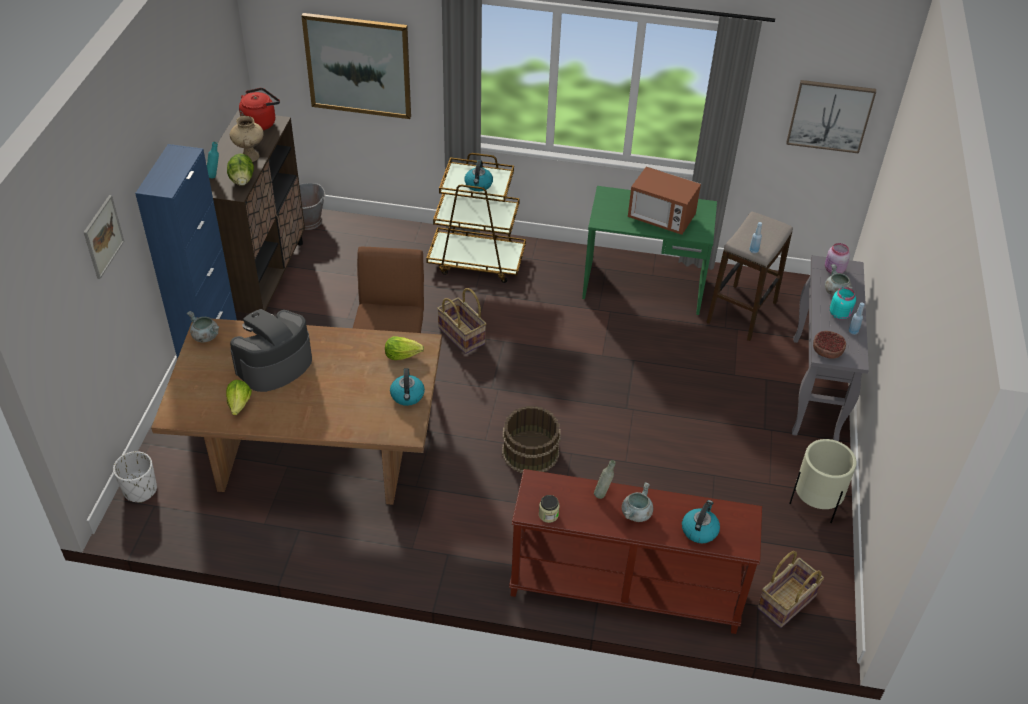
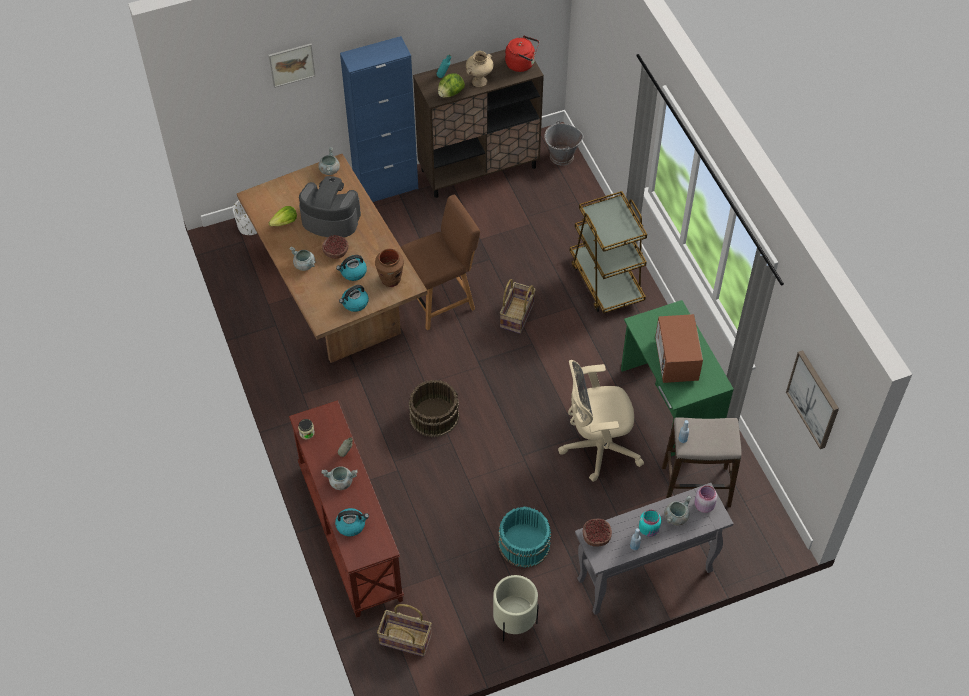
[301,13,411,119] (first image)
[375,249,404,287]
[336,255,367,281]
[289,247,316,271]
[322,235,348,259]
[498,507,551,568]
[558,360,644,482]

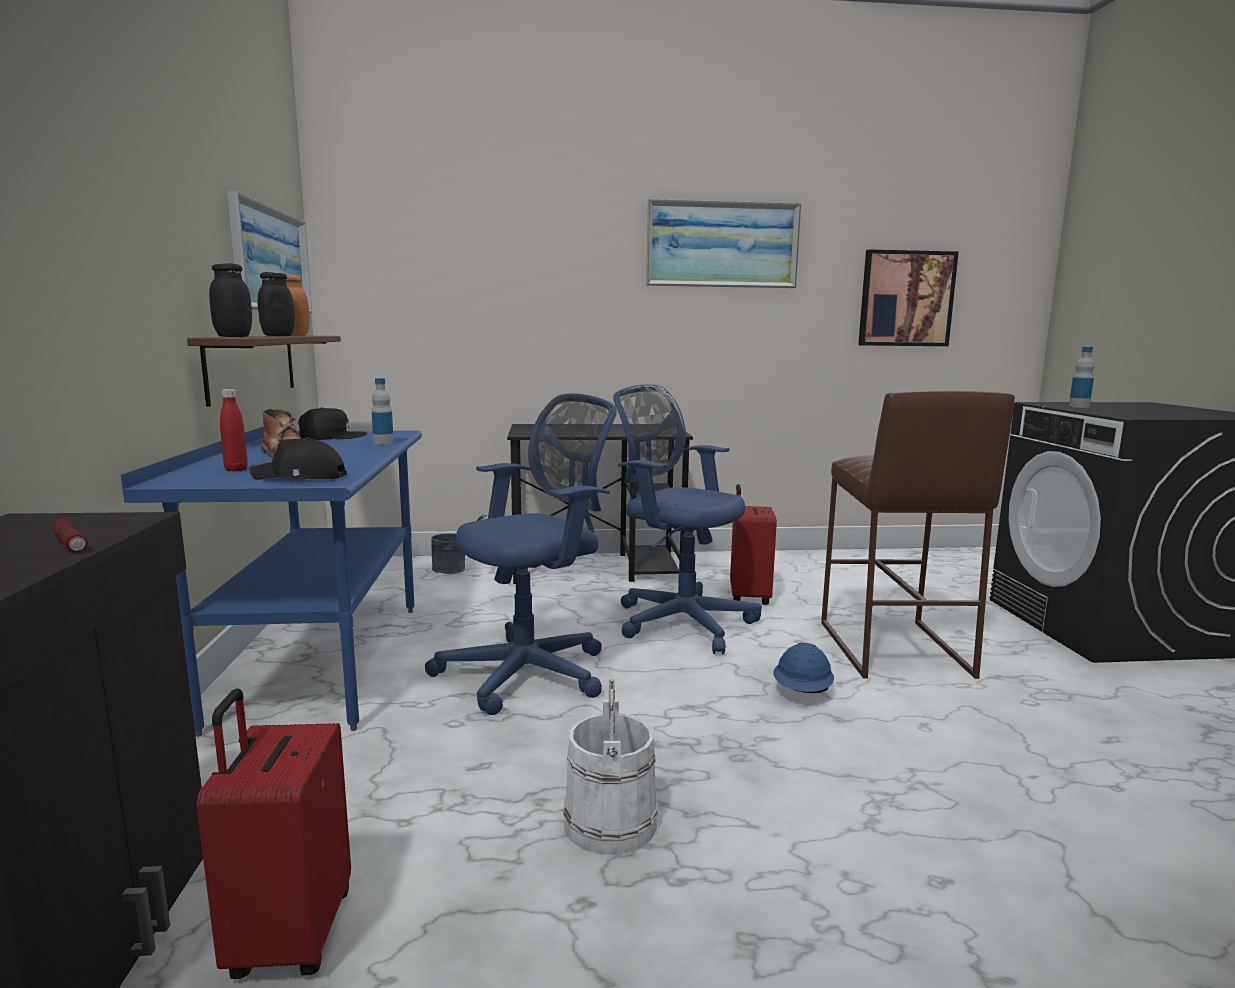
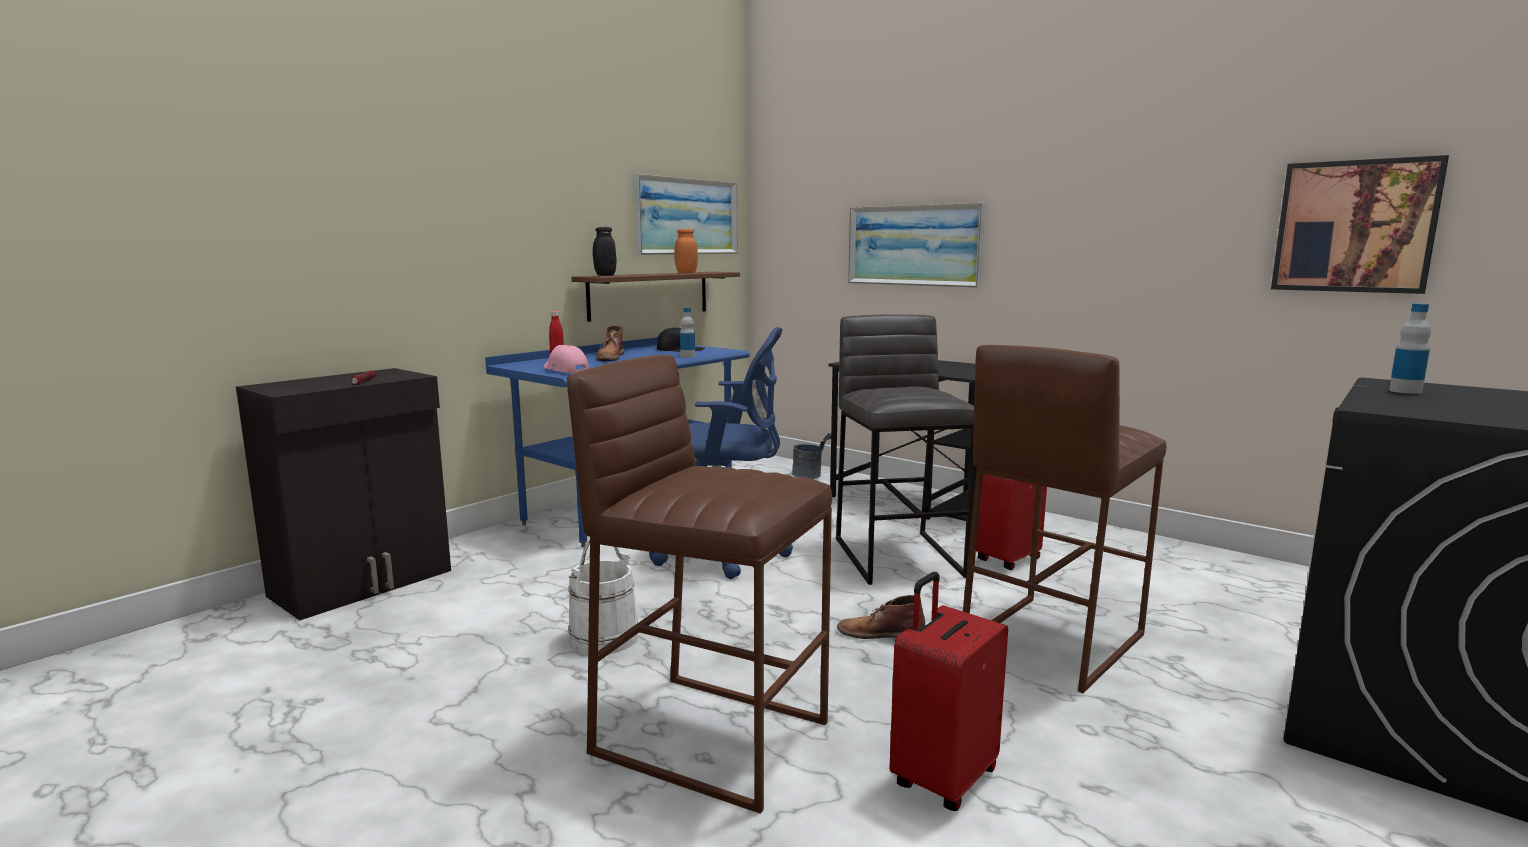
[889,572,1008,811]
[544,345,589,373]
[258,272,295,336] (first image)
[836,314,975,585]
[848,203,985,288]
[837,595,925,639]
[567,355,832,814]

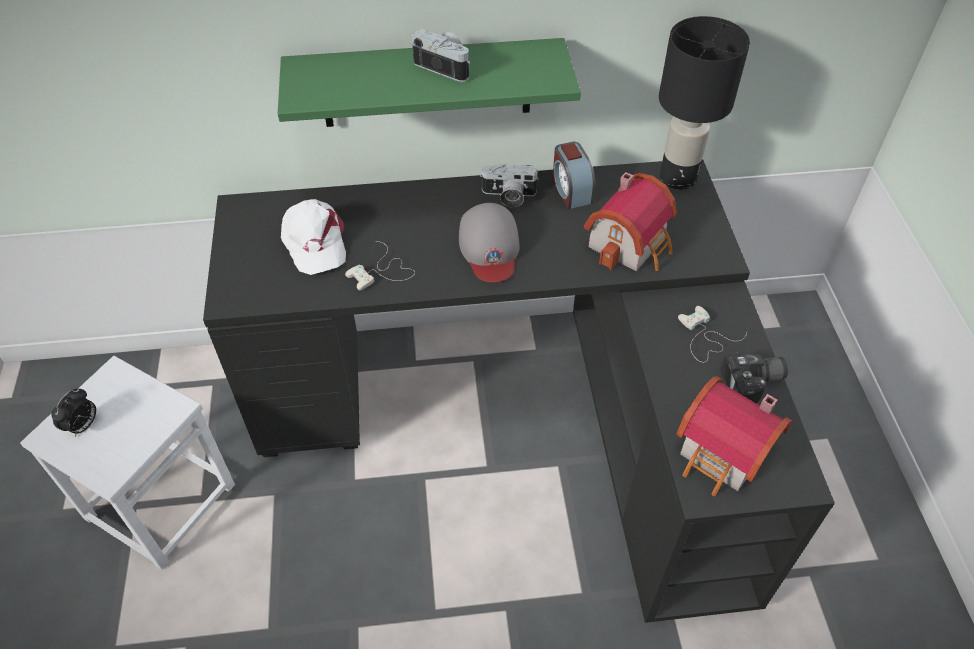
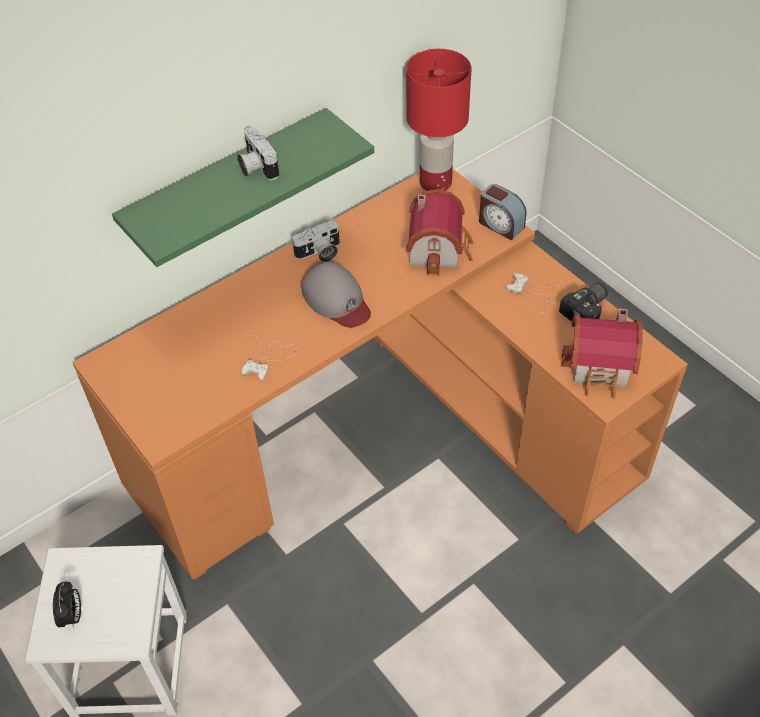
[72,169,688,580]
[281,199,346,275] (first image)
[237,127,279,180]
[479,184,526,240]
[406,49,471,191]

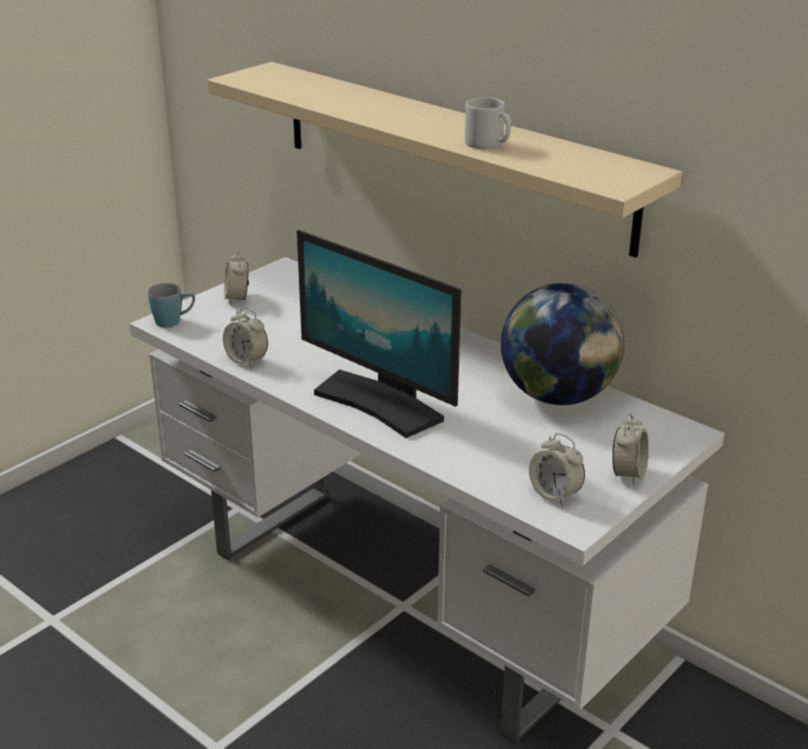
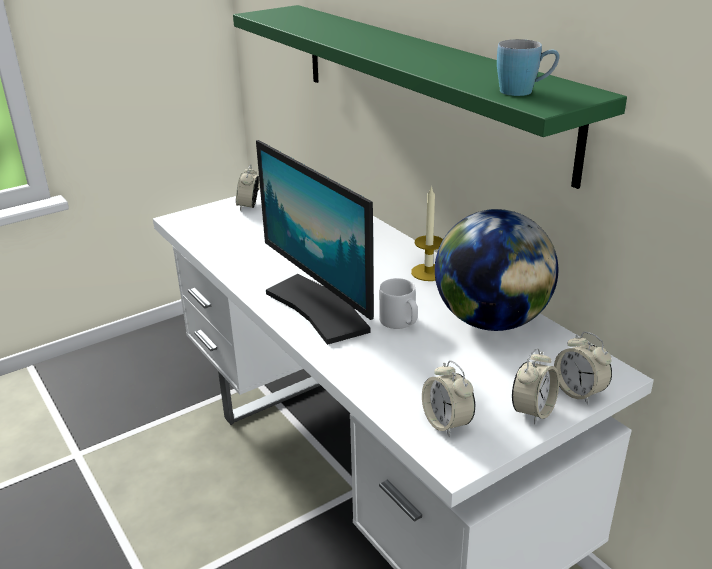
[497,39,559,96]
[233,5,627,189]
[554,331,612,405]
[379,278,418,329]
[411,185,443,281]

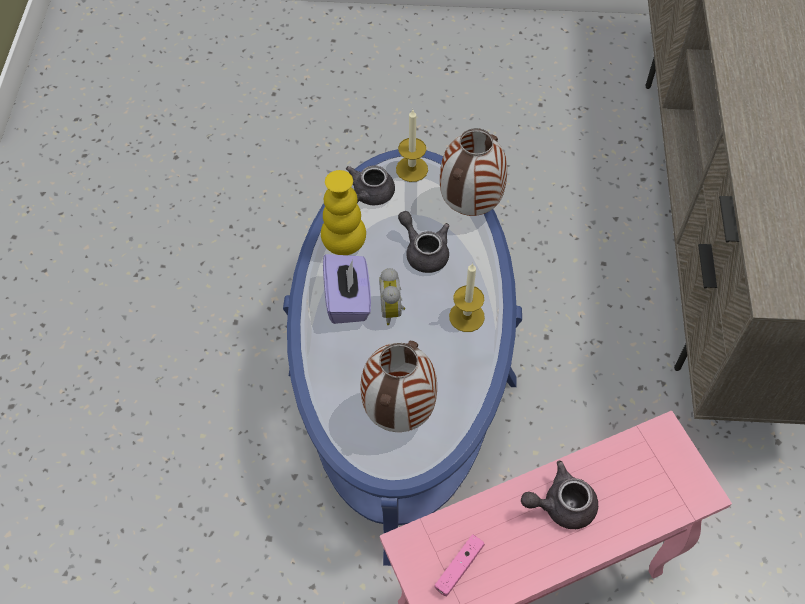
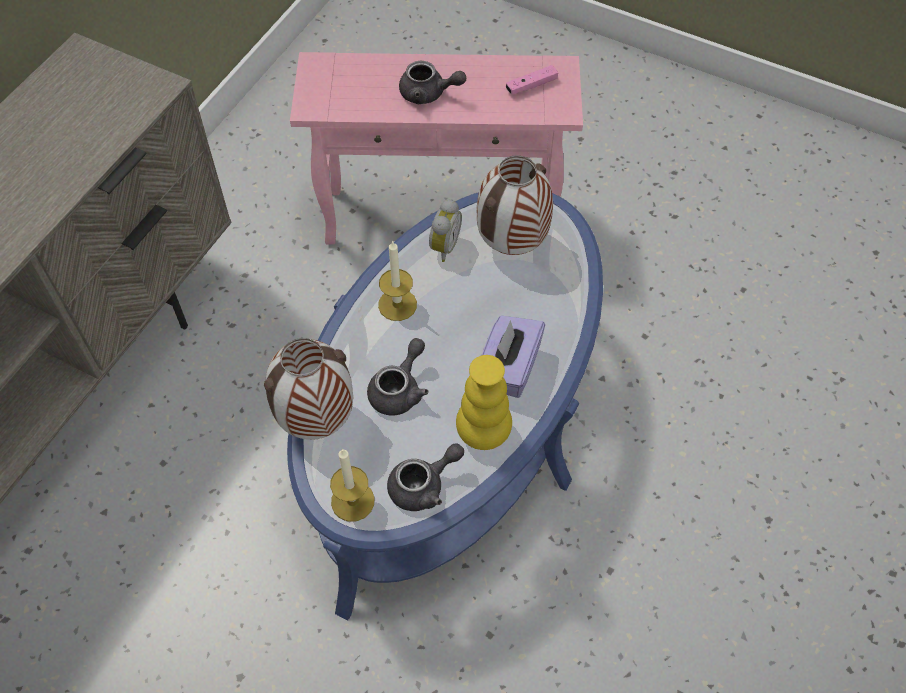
[429,199,462,262]
[367,338,429,416]

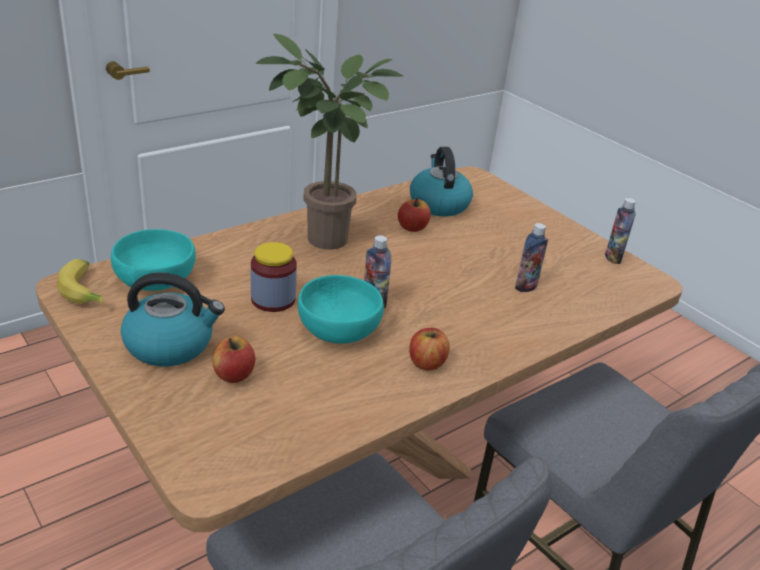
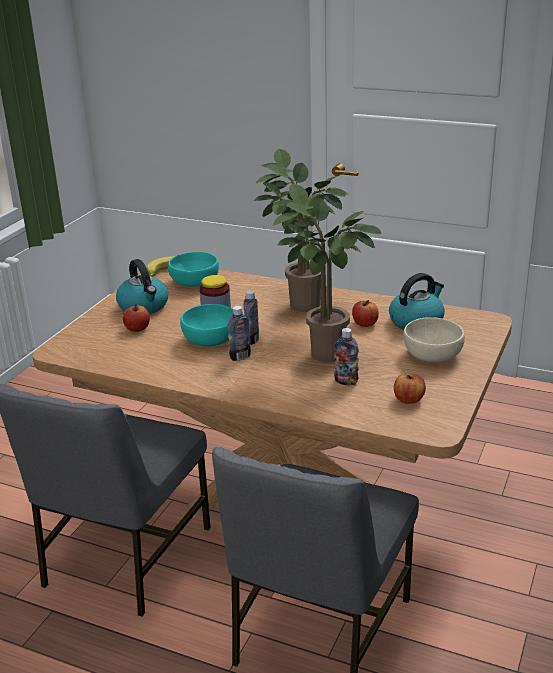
[394,373,426,404]
[228,306,251,361]
[273,184,381,362]
[403,317,465,362]

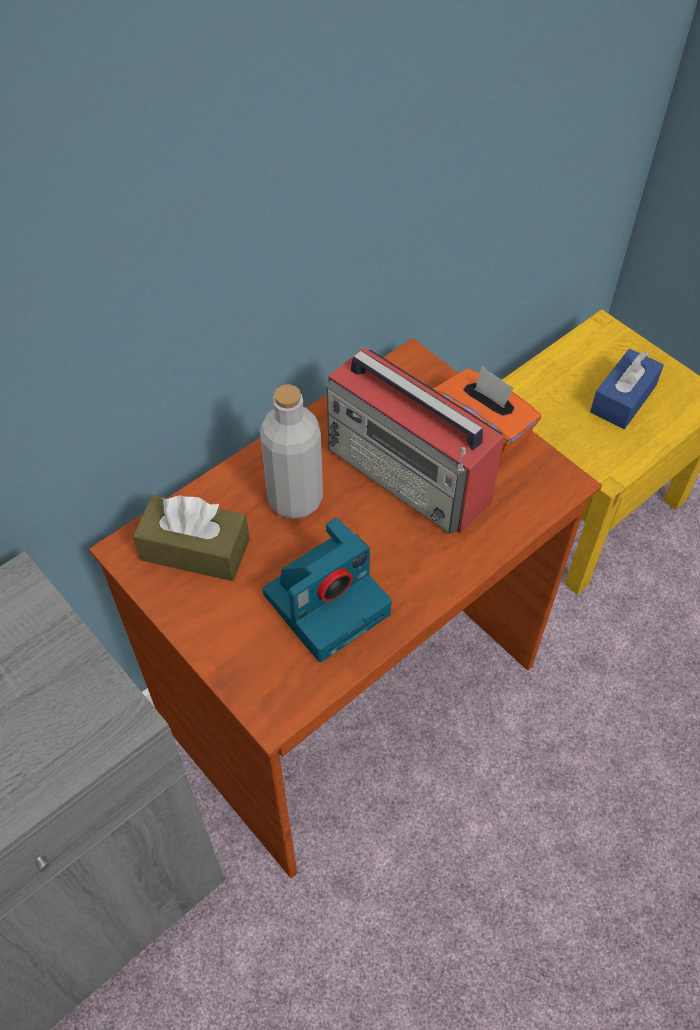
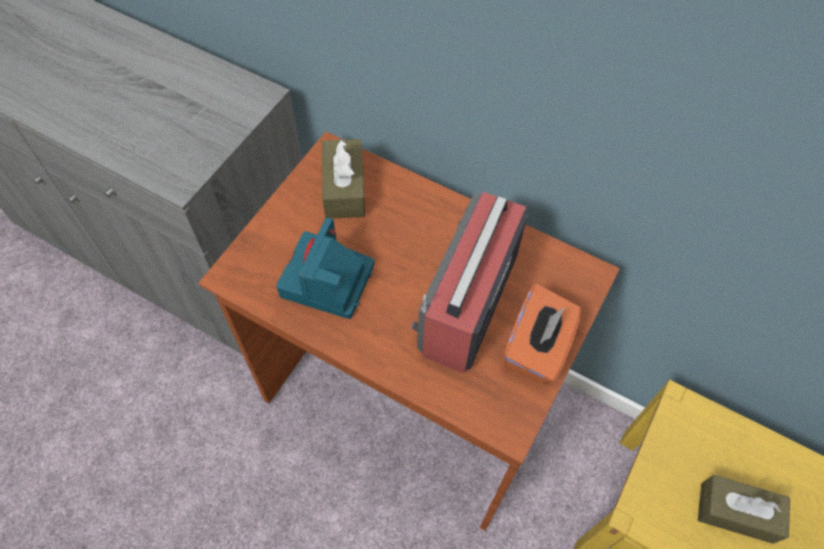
[260,384,323,519] (first image)
[276,217,374,319]
[698,475,790,544]

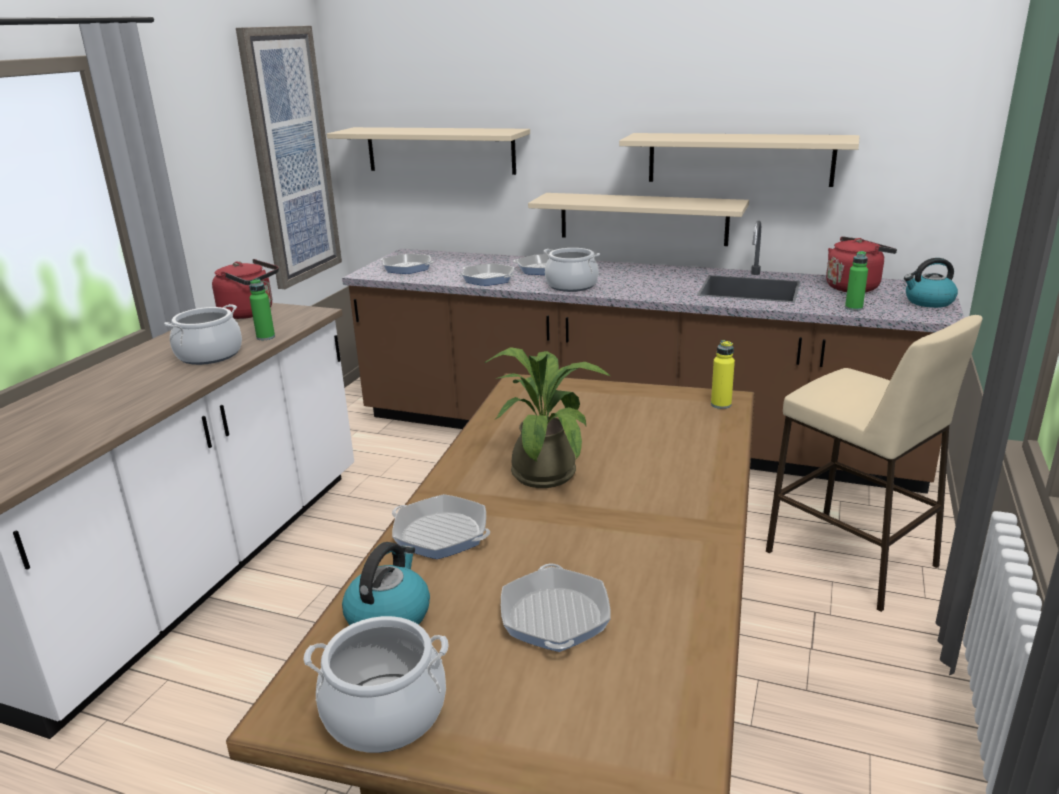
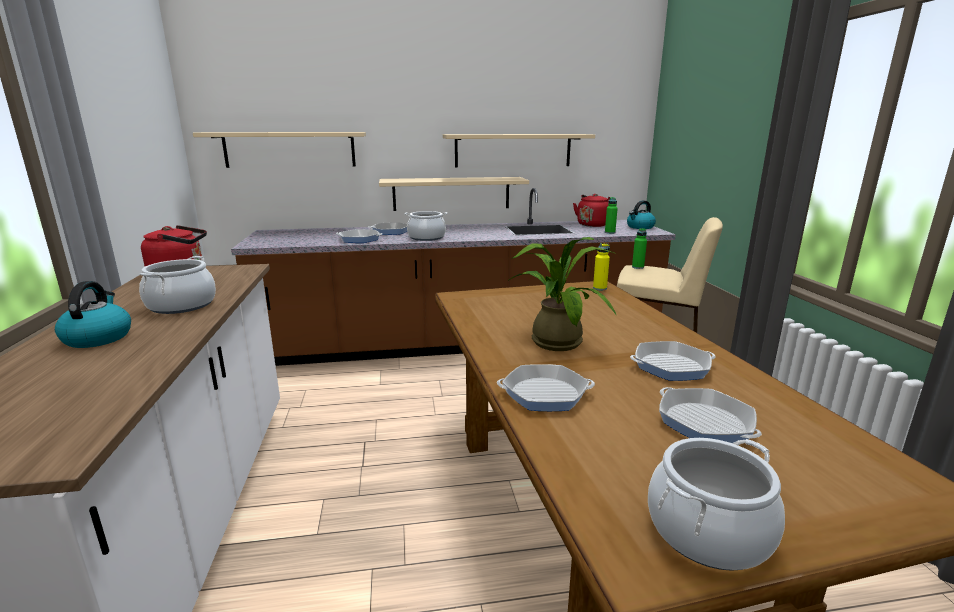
[236,26,342,289] (first image)
[632,228,647,269]
[55,281,131,348]
[630,341,716,381]

